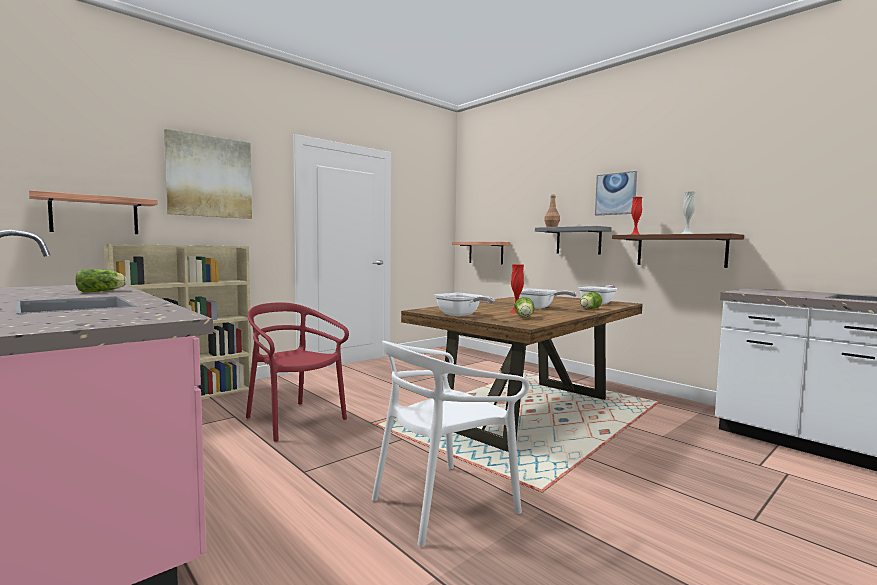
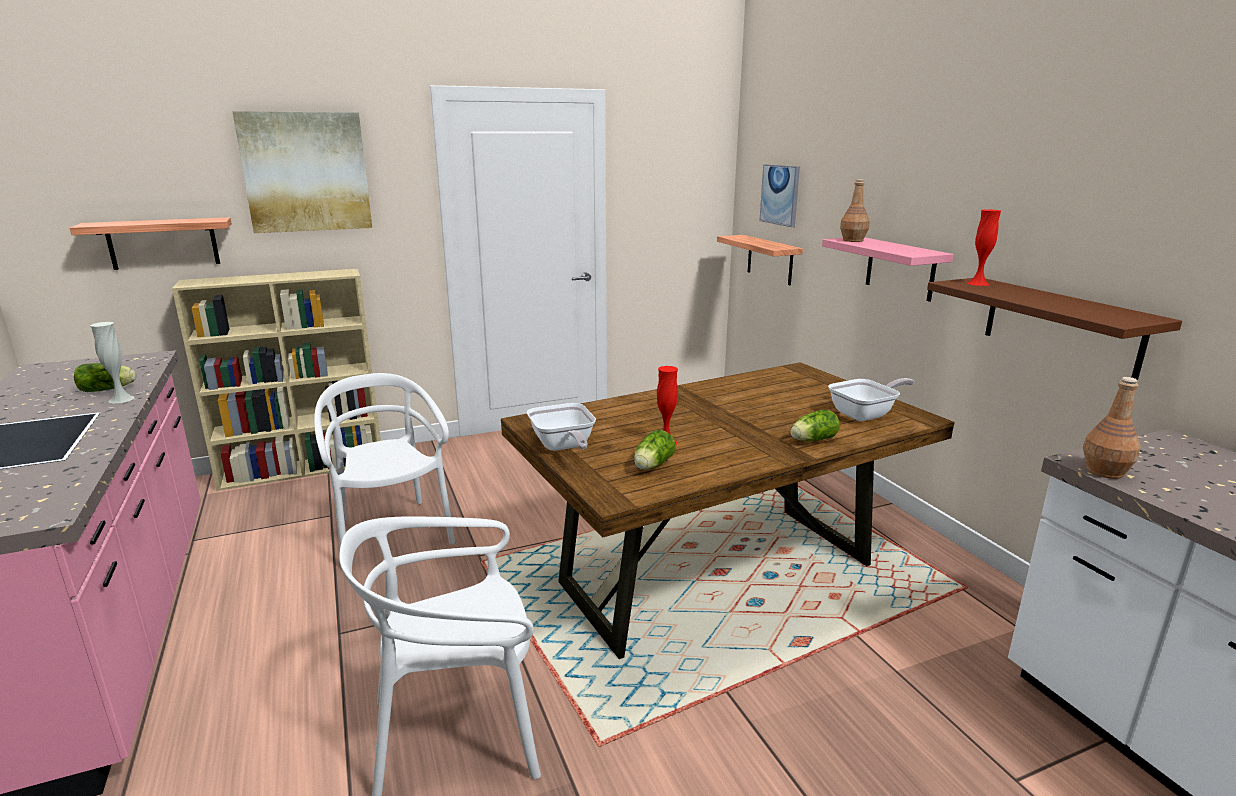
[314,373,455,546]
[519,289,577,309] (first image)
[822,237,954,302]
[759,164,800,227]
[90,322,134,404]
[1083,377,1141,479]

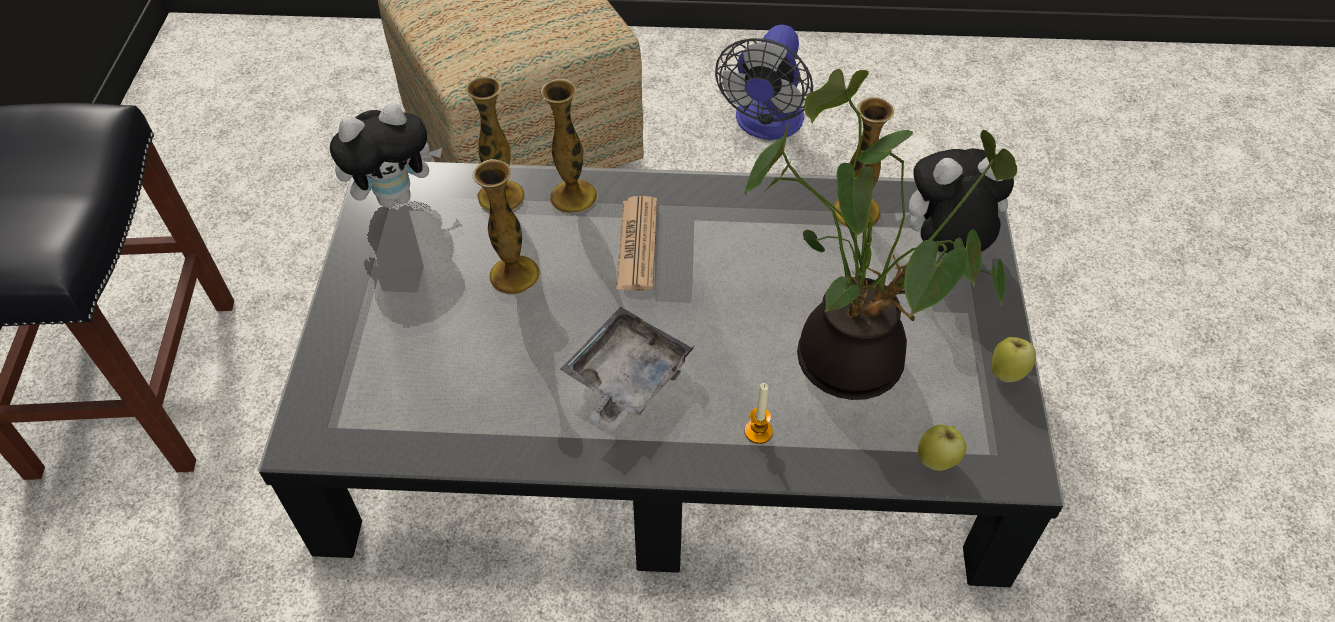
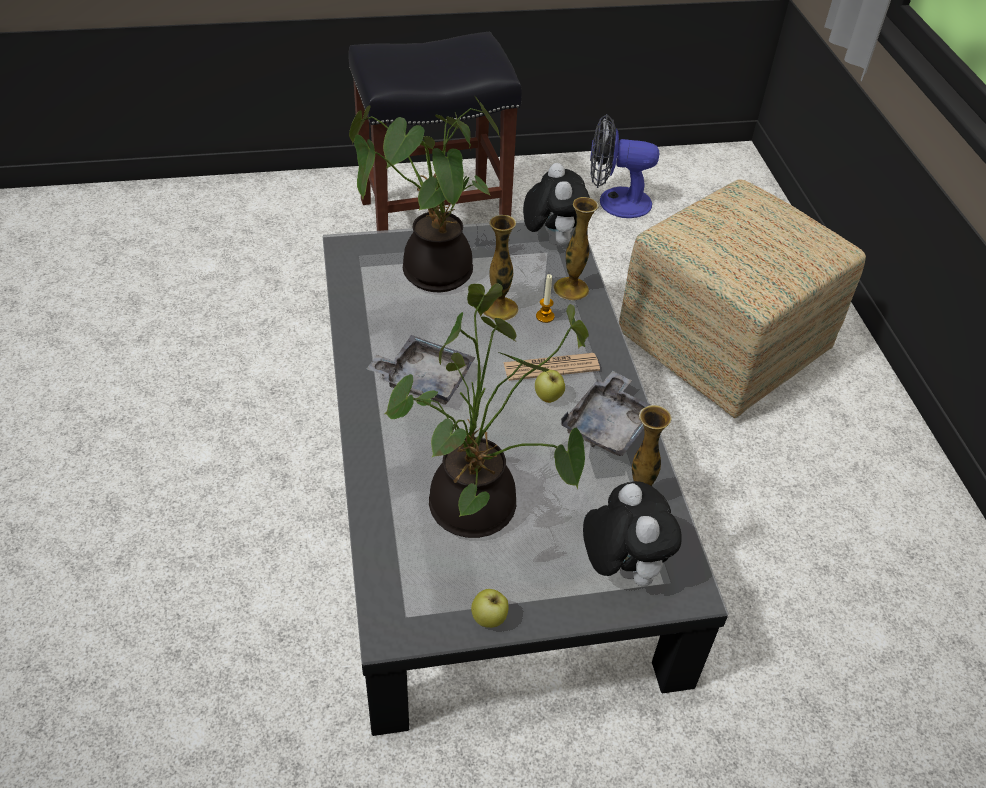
[523,163,590,246]
[541,79,598,214] (first image)
[590,114,659,218]
[536,274,554,323]
[535,370,565,403]
[349,96,500,292]
[561,371,650,456]

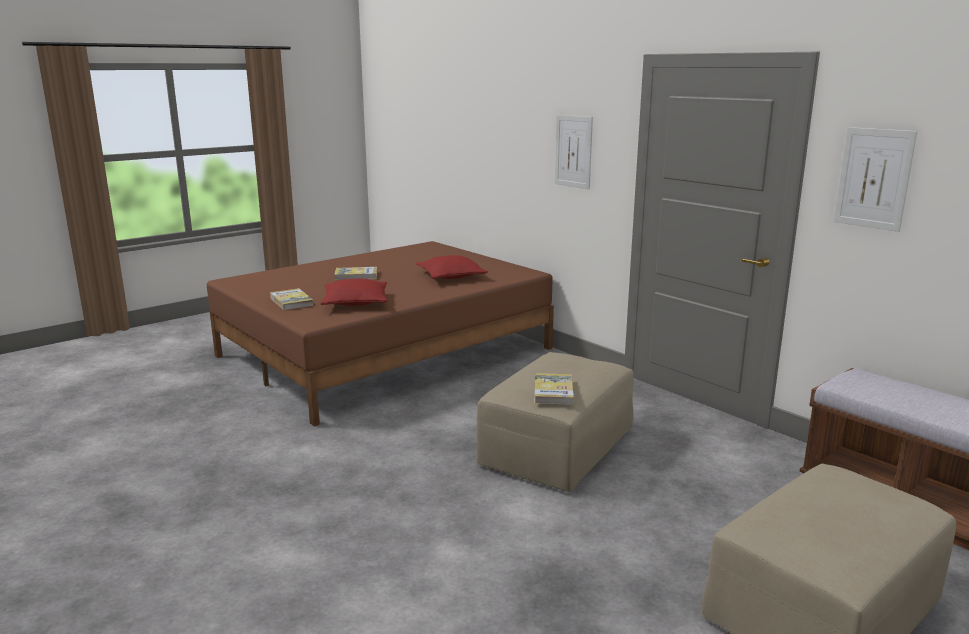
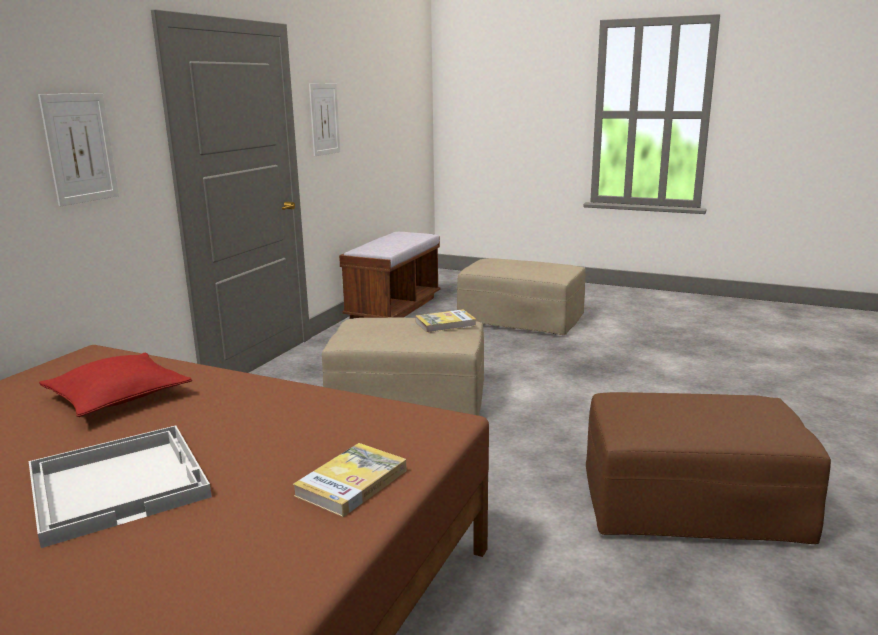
[320,279,388,306] (first image)
[29,425,212,548]
[586,392,831,544]

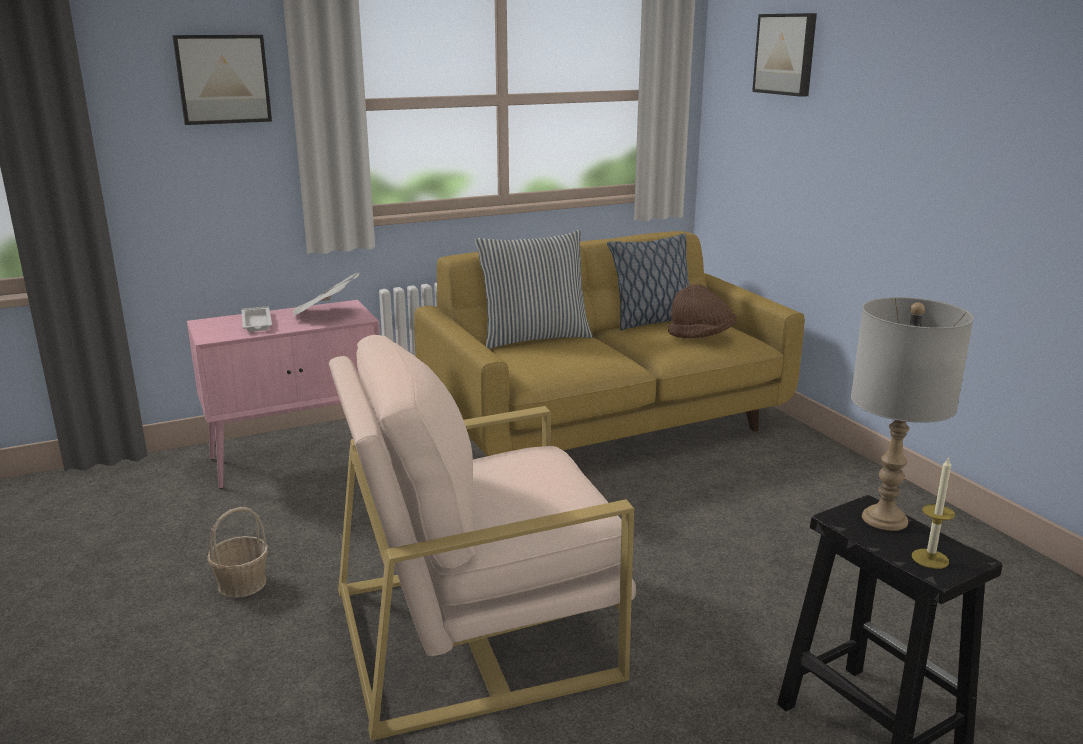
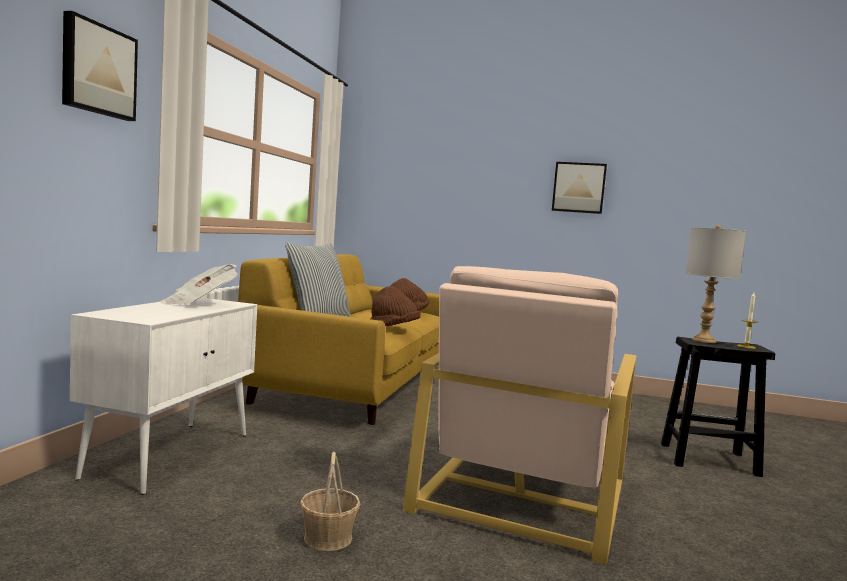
[70,298,257,495]
[241,307,272,332] (first image)
[607,233,690,330] (first image)
[552,162,607,214]
[370,286,420,326]

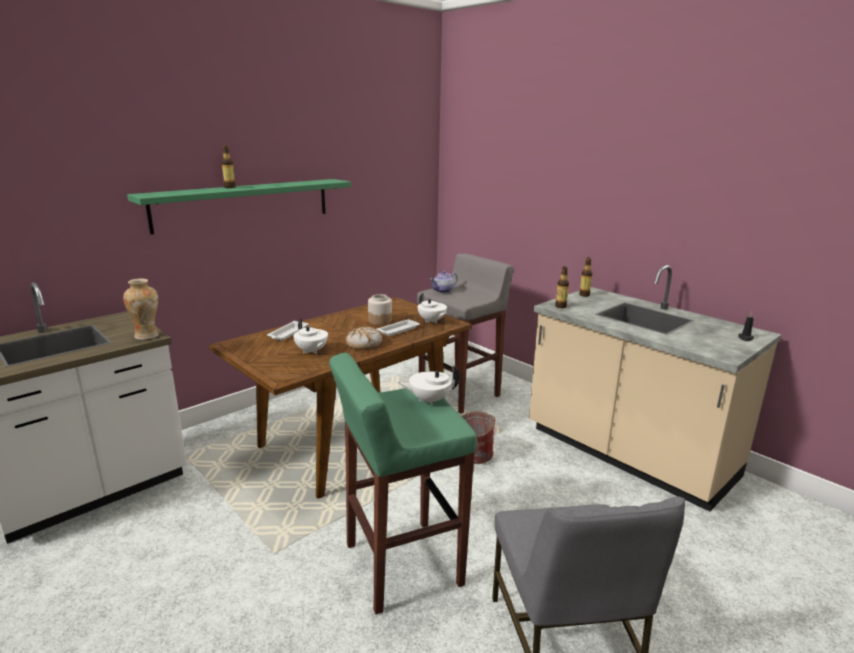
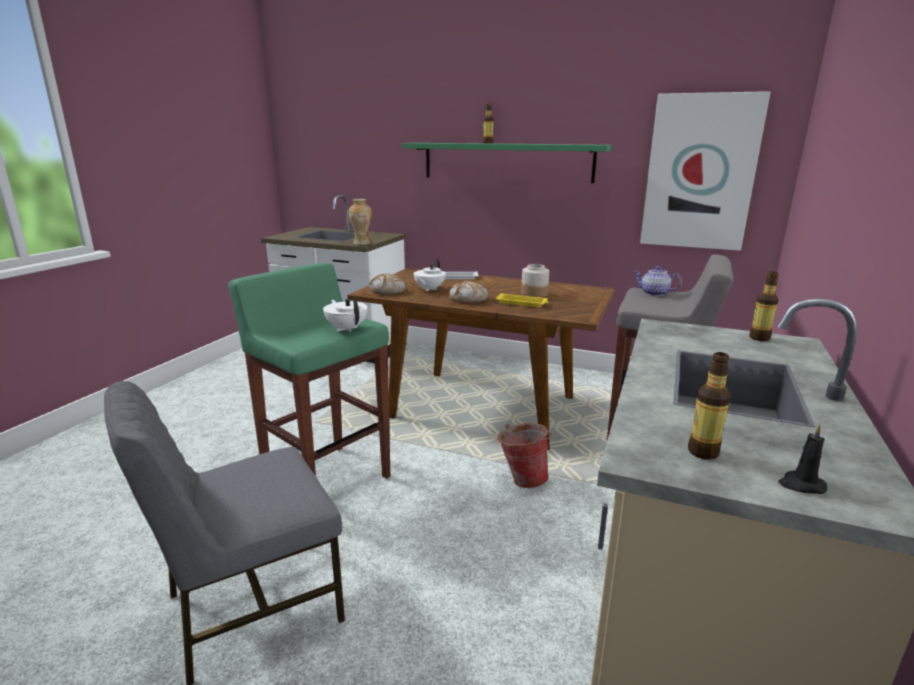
[496,293,548,307]
[418,293,447,324] (first image)
[688,352,731,460]
[369,273,406,294]
[640,91,770,251]

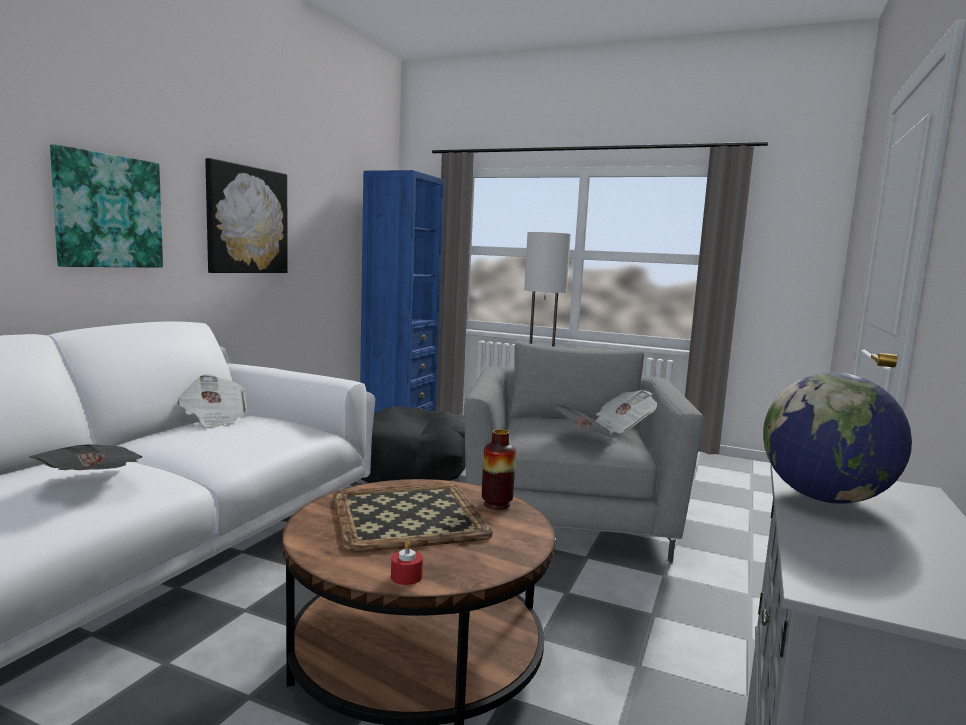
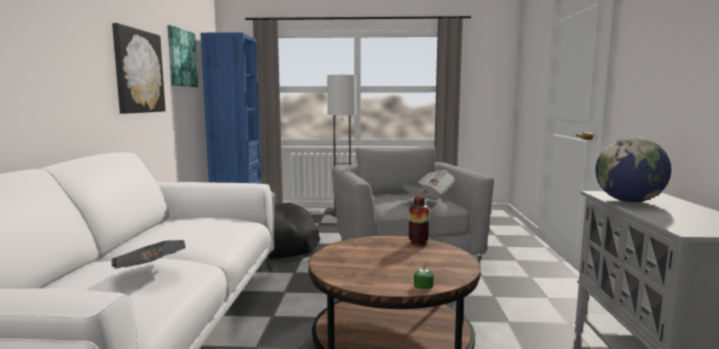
[167,25,198,87]
[177,374,247,428] (first image)
[333,483,493,553] (first image)
[414,263,434,290]

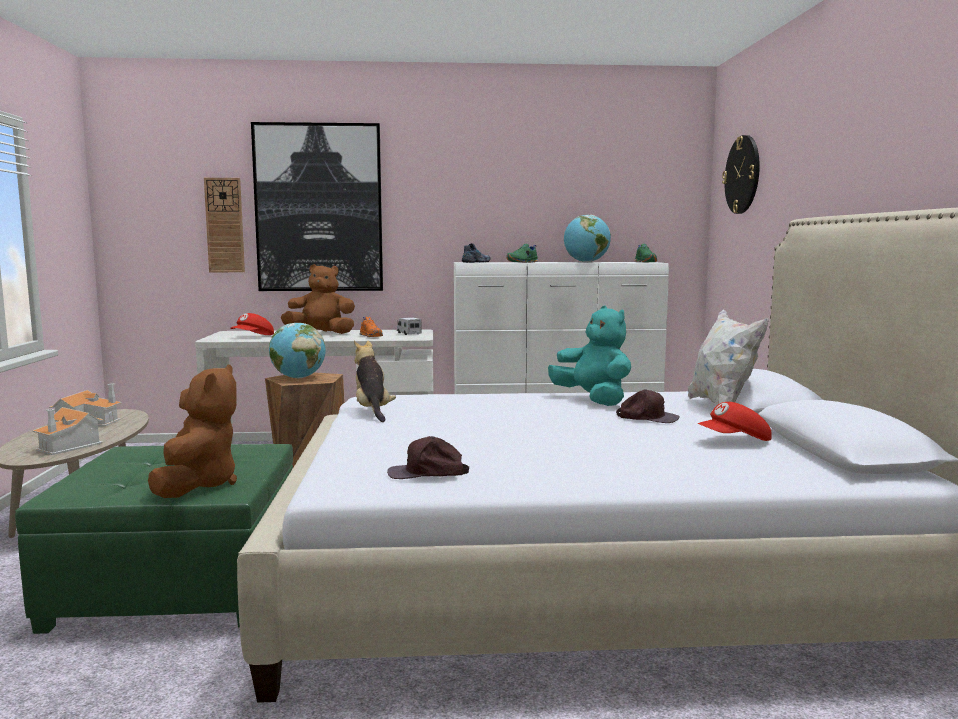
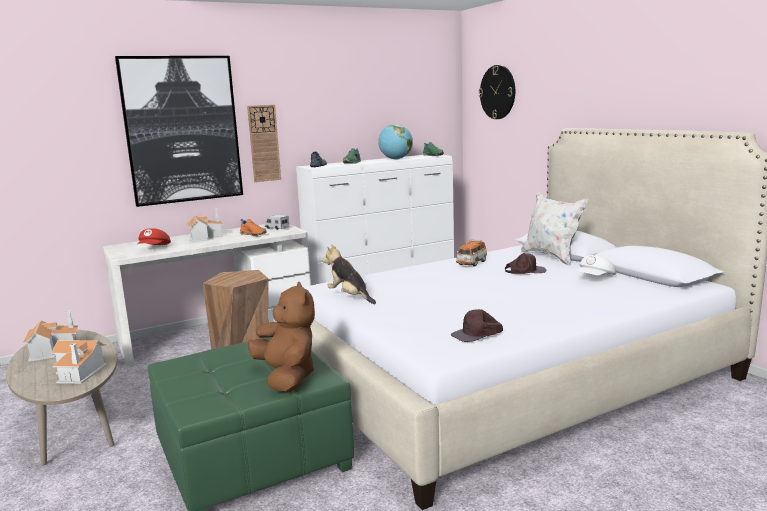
[247,105,281,182]
[269,323,326,378] (first image)
[187,208,223,242]
[456,239,487,267]
[576,255,616,276]

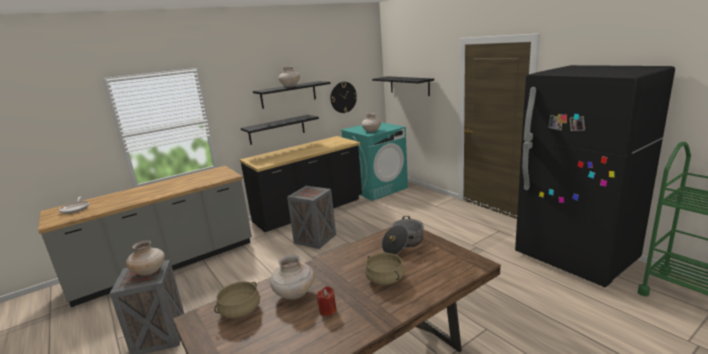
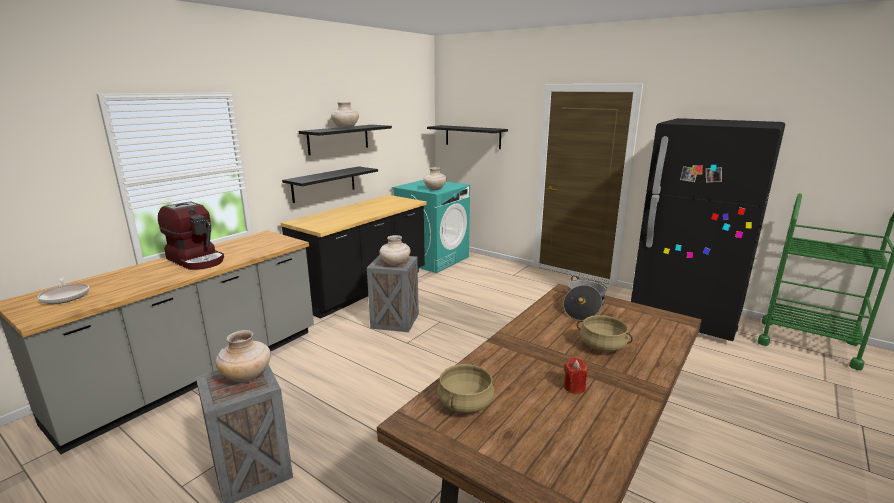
[379,235,410,266]
[330,82,357,113] (first image)
[158,201,224,270]

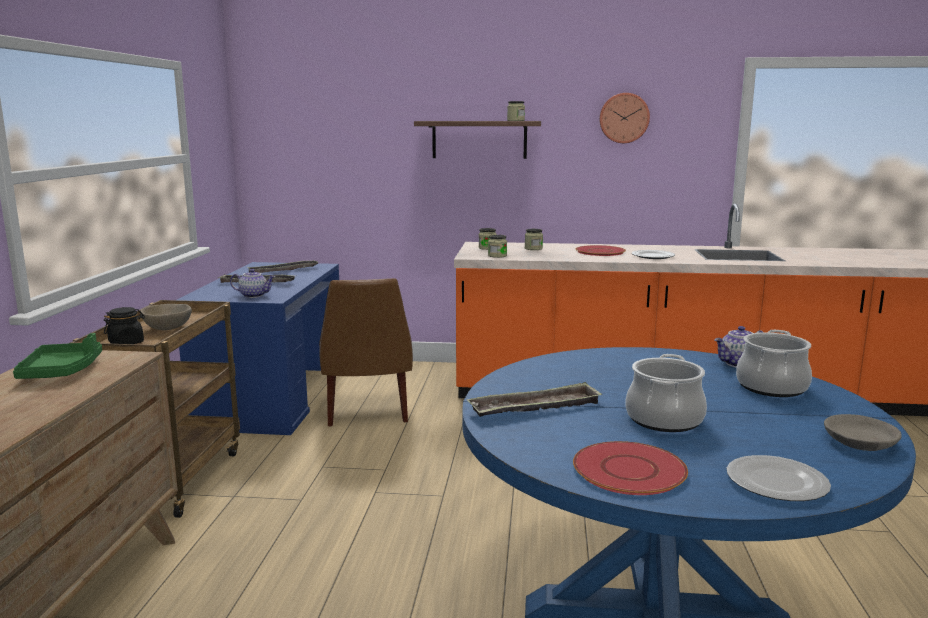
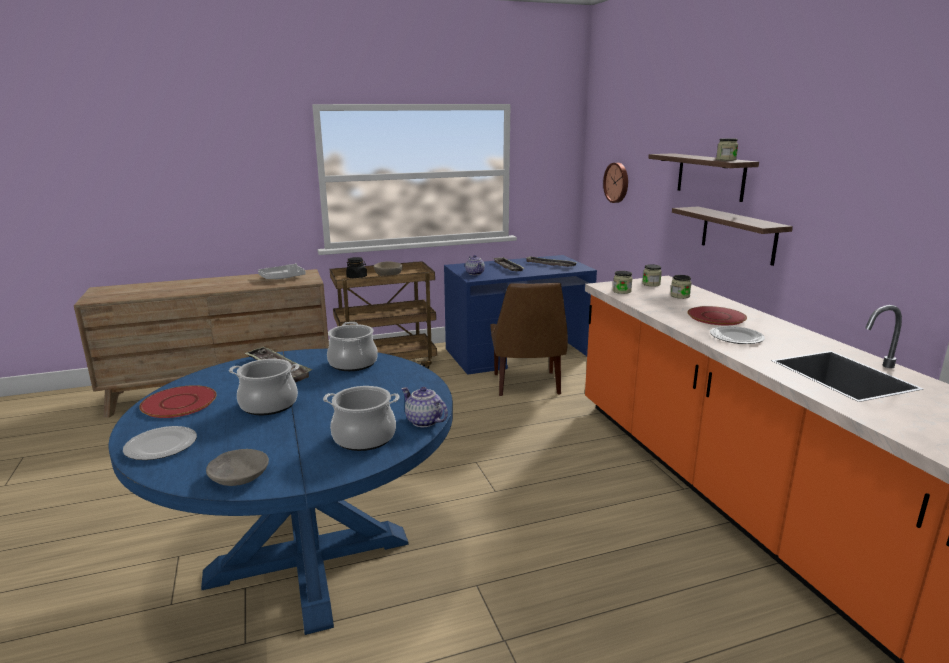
[258,263,306,279]
[491,283,568,396]
[603,163,628,203]
[327,322,378,371]
[672,207,793,266]

